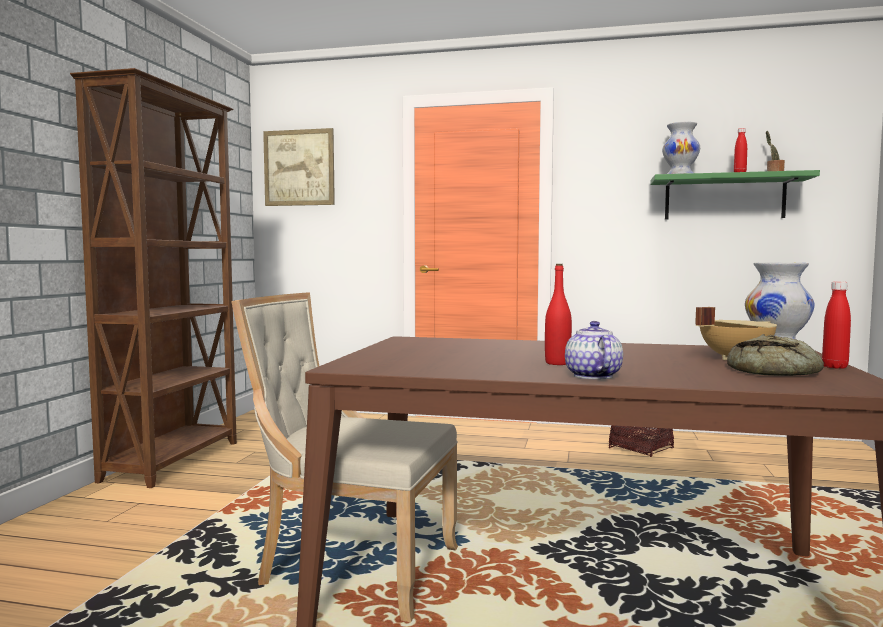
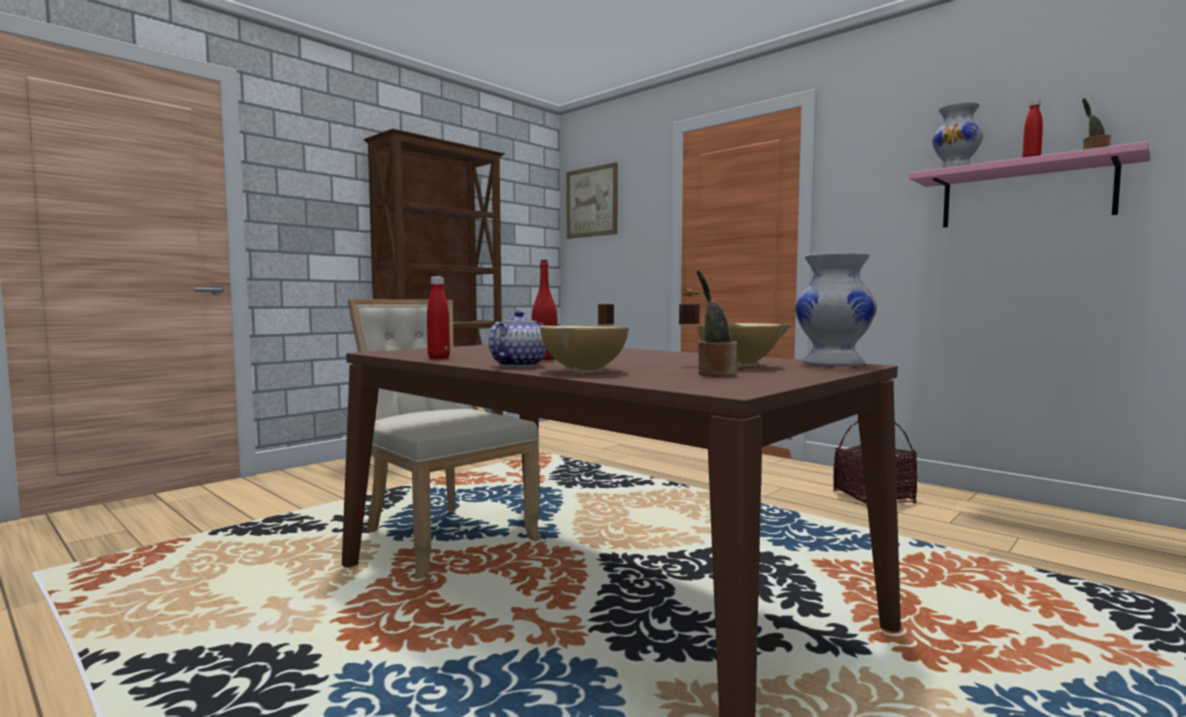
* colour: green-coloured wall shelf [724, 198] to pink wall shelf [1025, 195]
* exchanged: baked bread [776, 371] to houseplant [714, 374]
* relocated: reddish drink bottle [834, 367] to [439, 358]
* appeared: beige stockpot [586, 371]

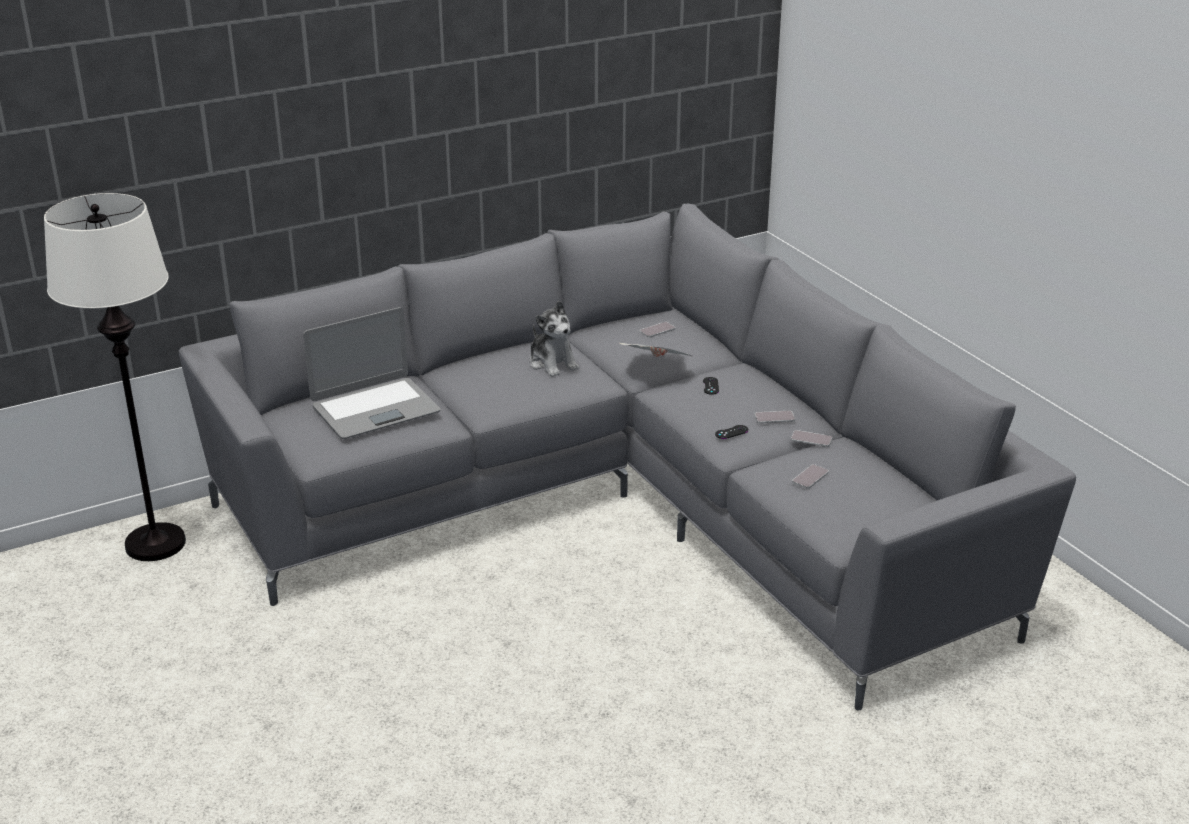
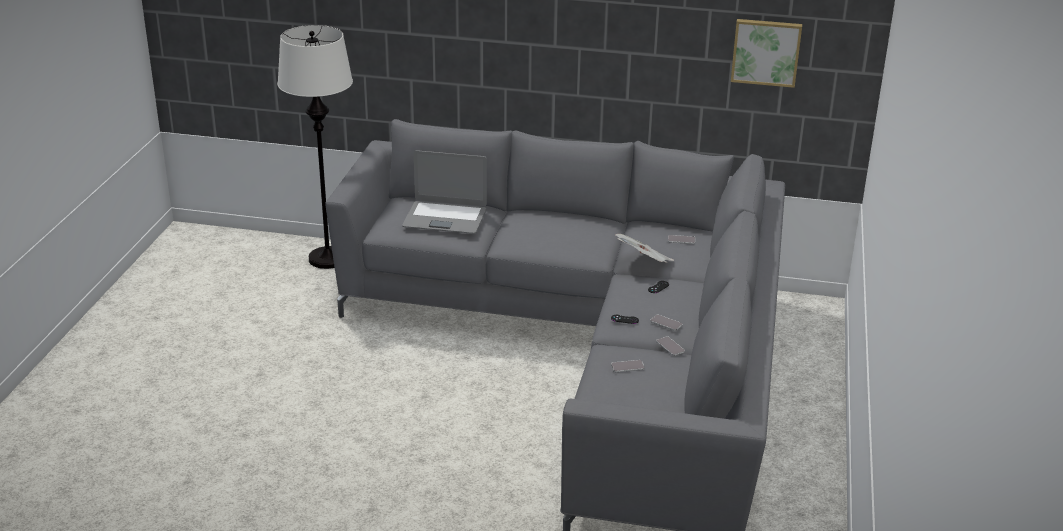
* missing: cuddly toy [552, 363]
* appeared: wall picture [766, 52]

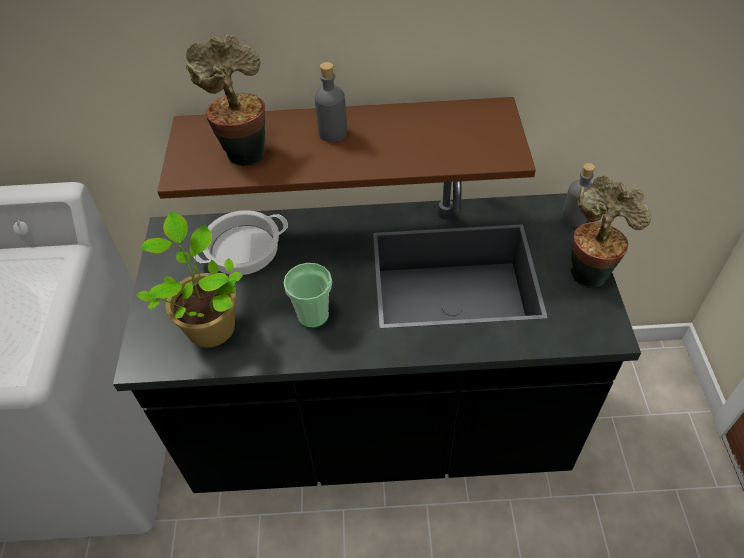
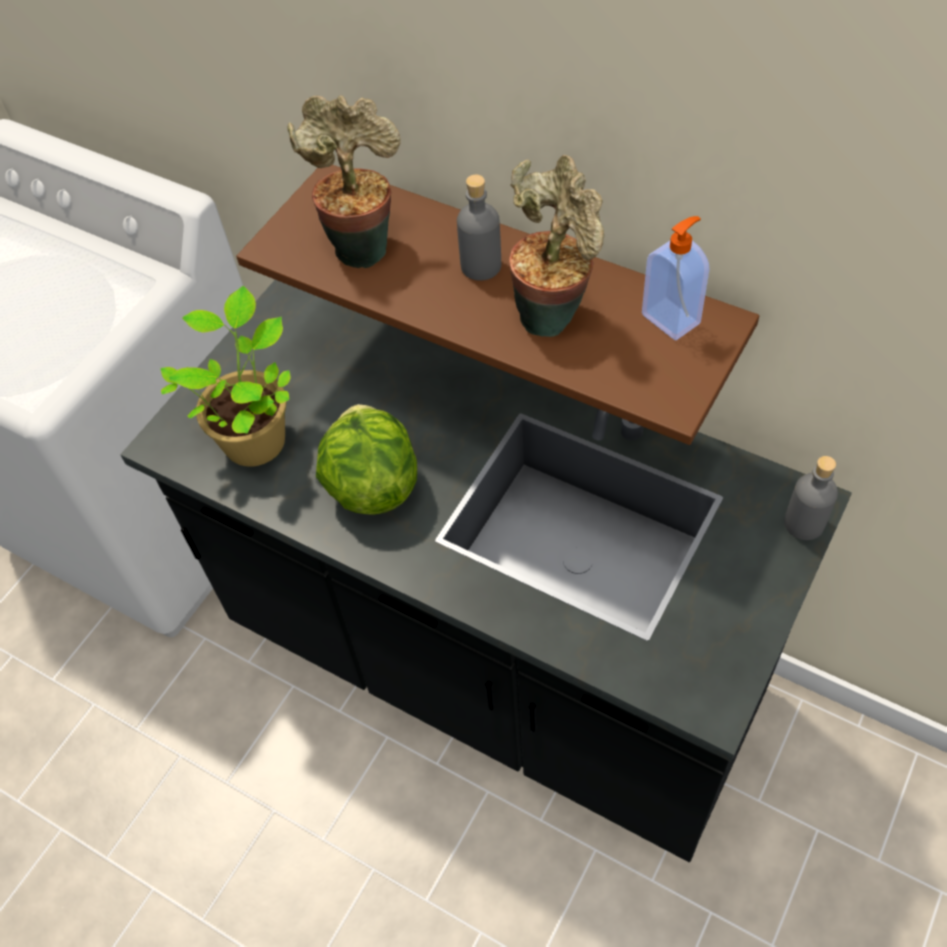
* missing: stockpot [242, 249]
* exchanged: cup [313, 316] to lettuce head [372, 485]
* relocated: houseplant [590, 271] to [553, 313]
* appeared: liquid soap bottle [672, 318]

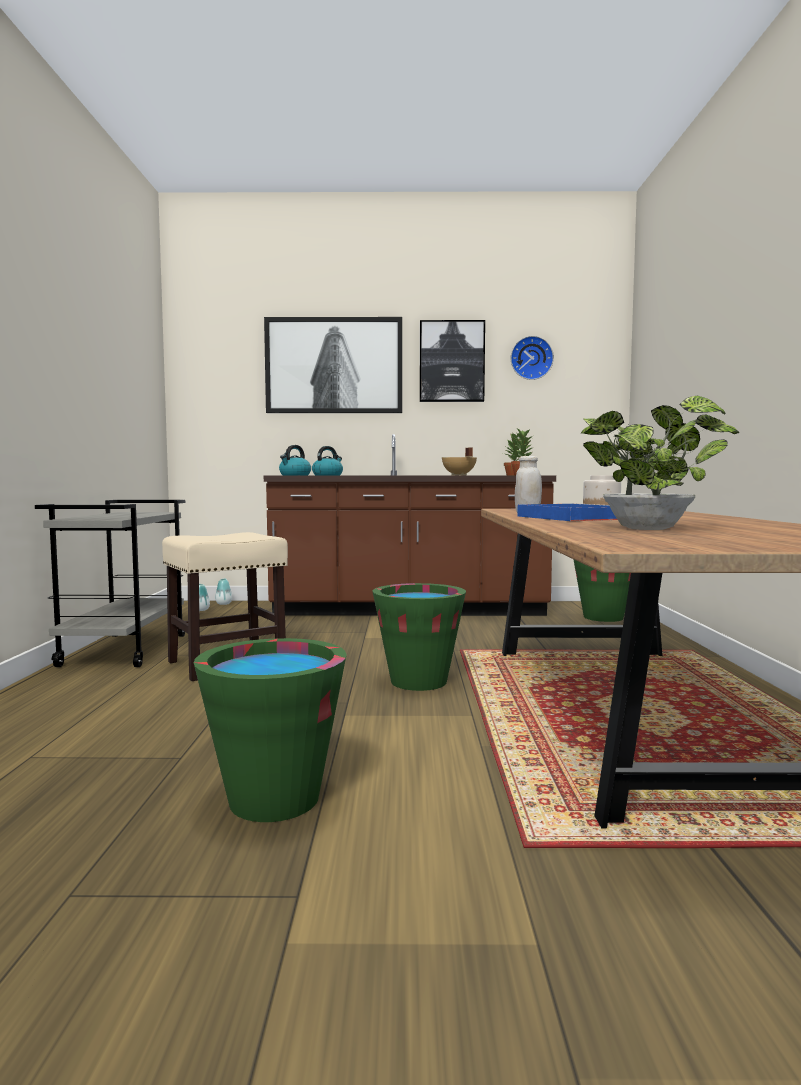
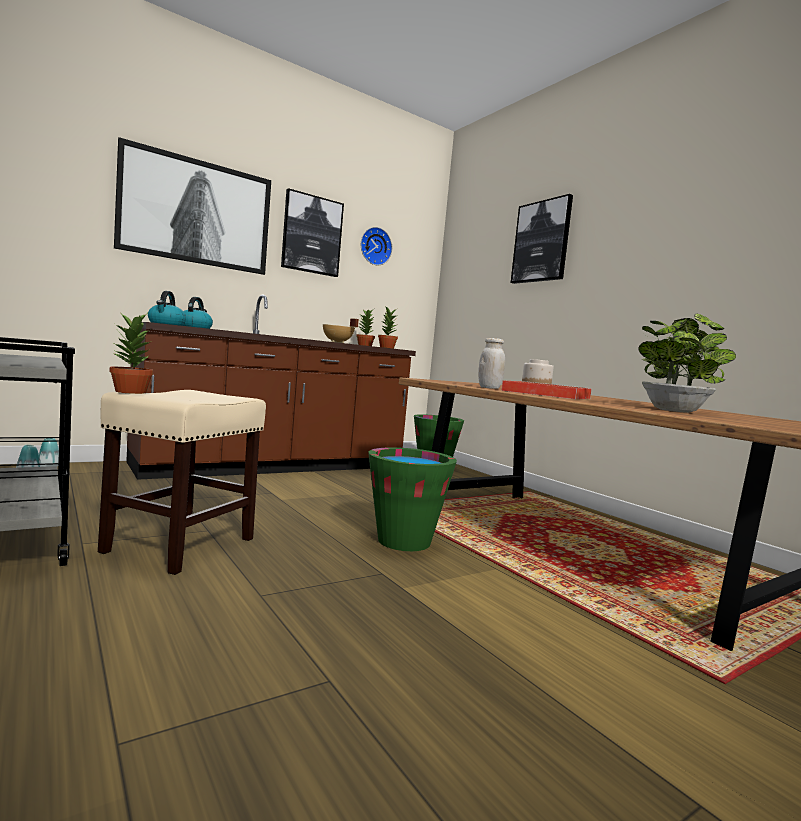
* missing: green-coloured water bucket [274, 799]
* colour: bluish serving tray [570, 517] to reddish serving tray [544, 394]
* appeared: houseplant [131, 392]
* appeared: wall picture [541, 241]

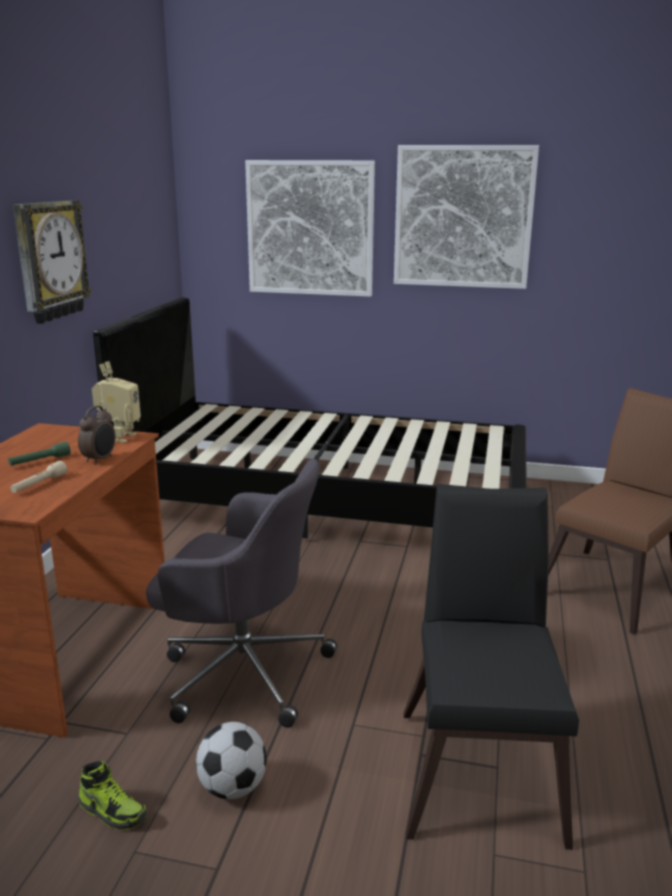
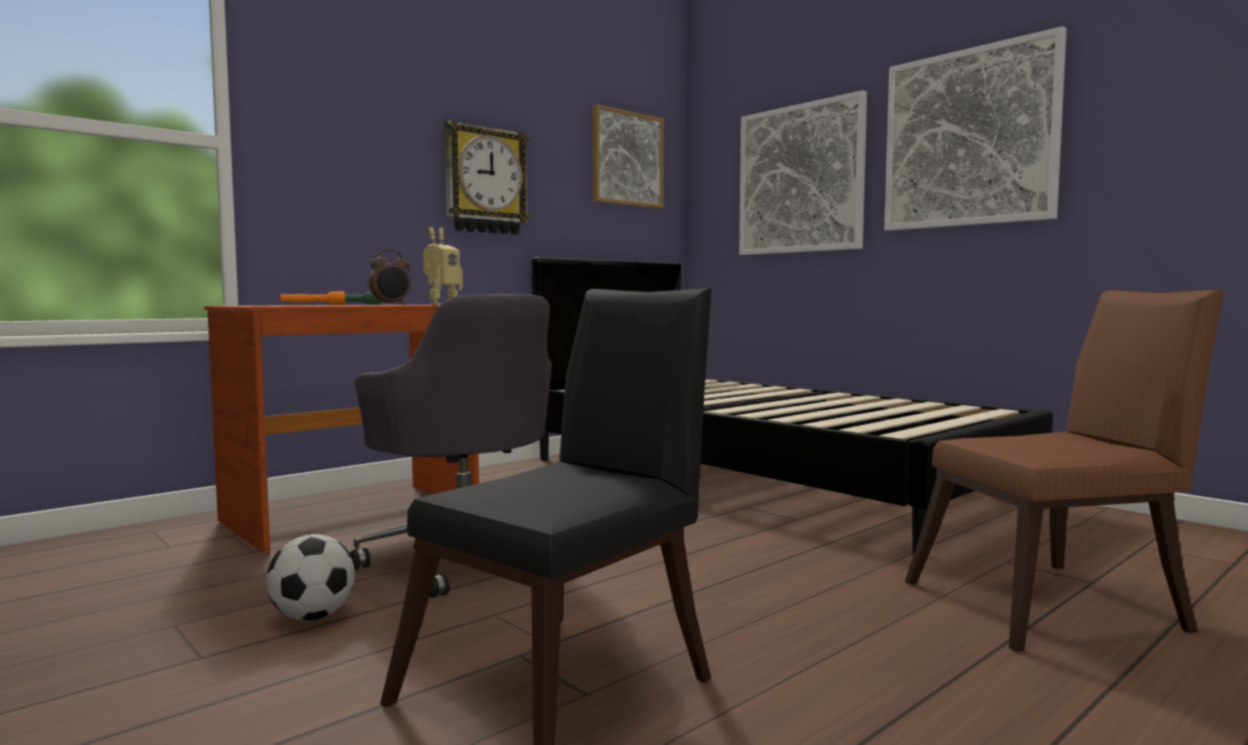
* colour: beige hand torch [39, 484] to orange hand torch [313, 305]
* missing: item of footwear [113, 811]
* appeared: wall picture [627, 159]

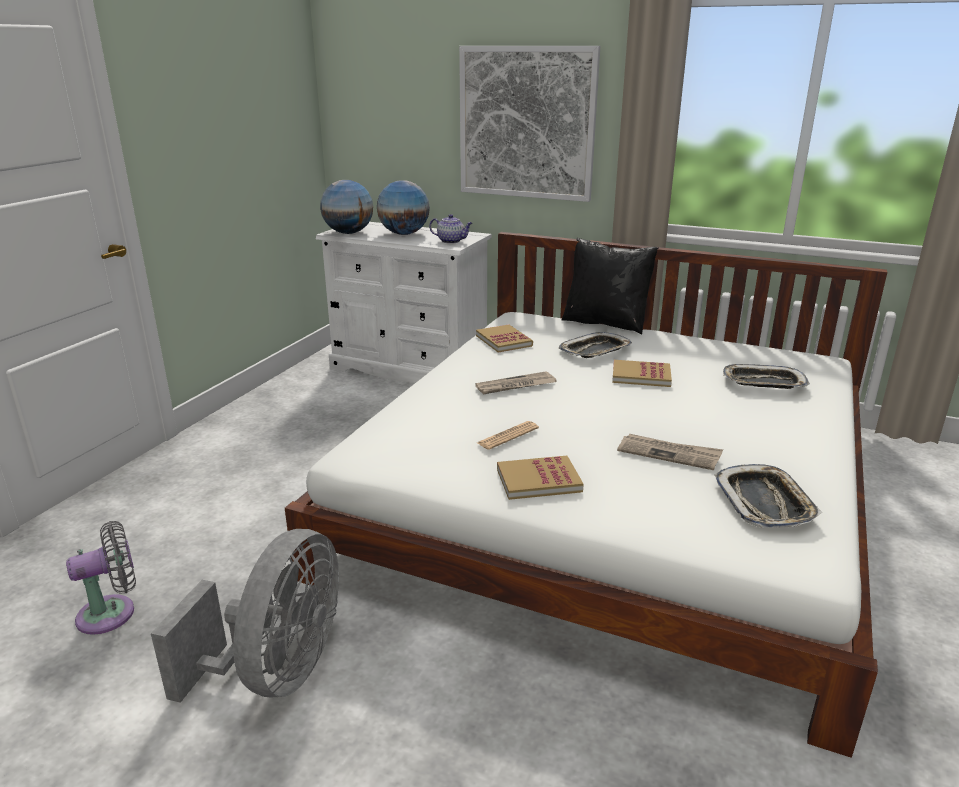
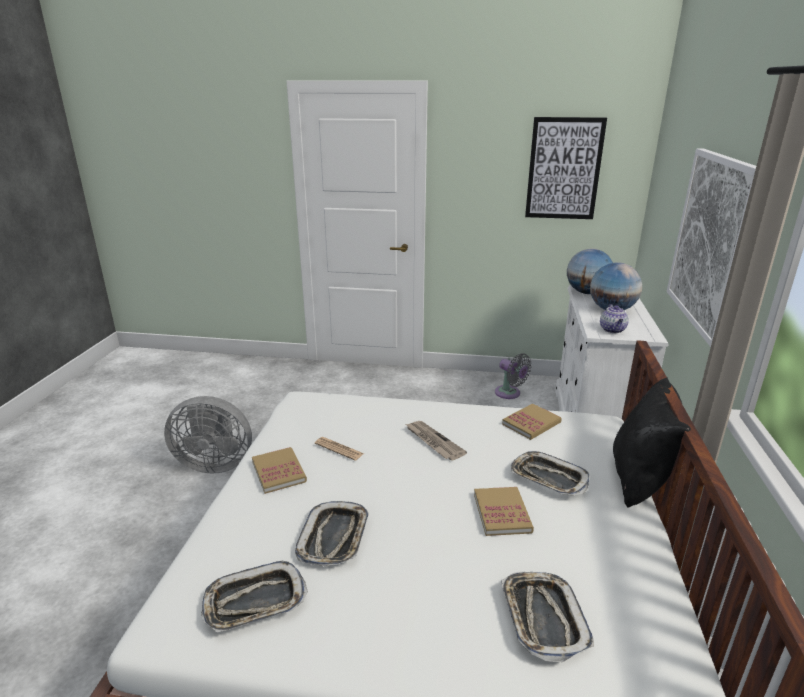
* relocated: grey cooling fan [112, 613] to [509, 394]
* exchanged: printed paper [669, 454] to serving tray [334, 538]
* appeared: wall picture [564, 169]

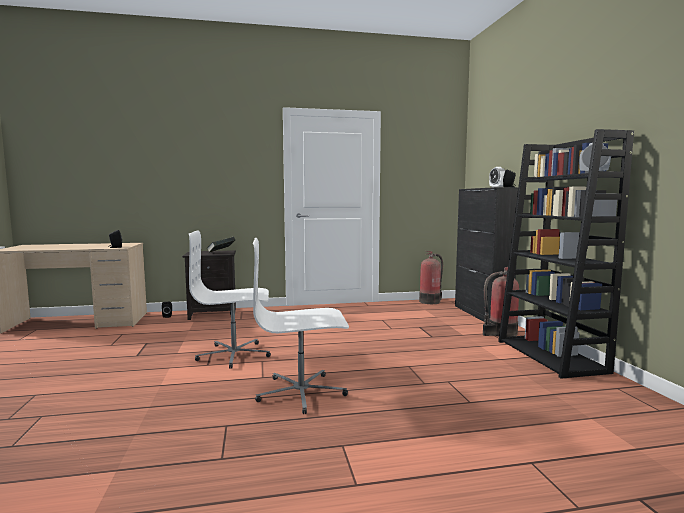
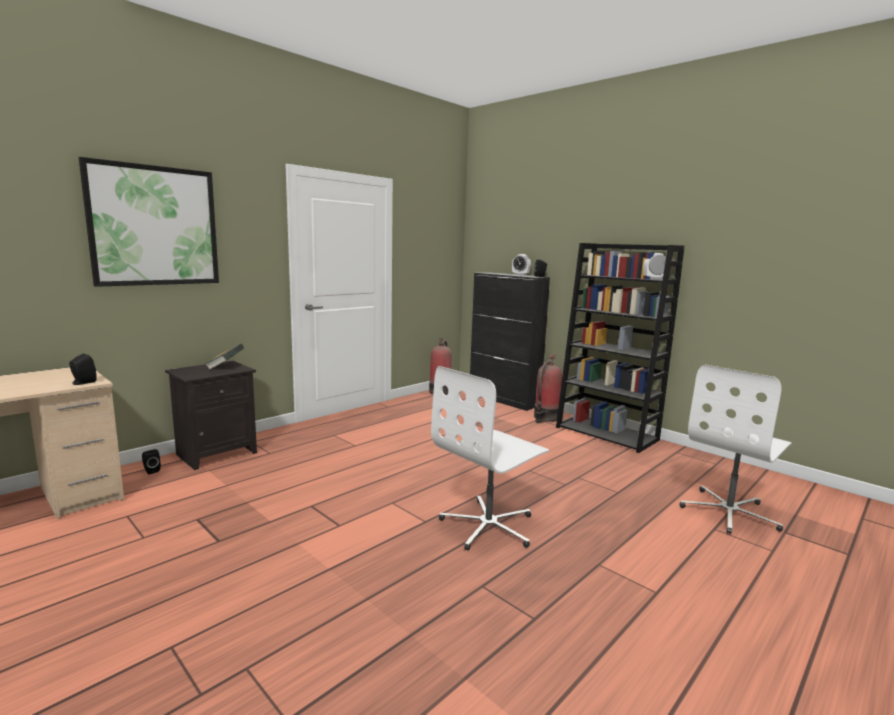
* relocated: whitish desk chair [234, 355] to [729, 512]
* appeared: wall picture [154, 226]

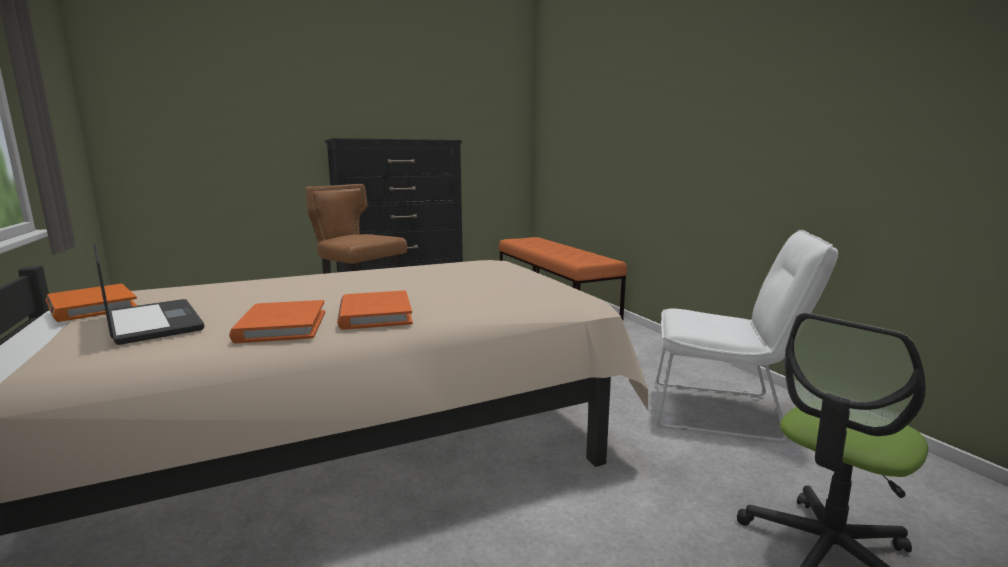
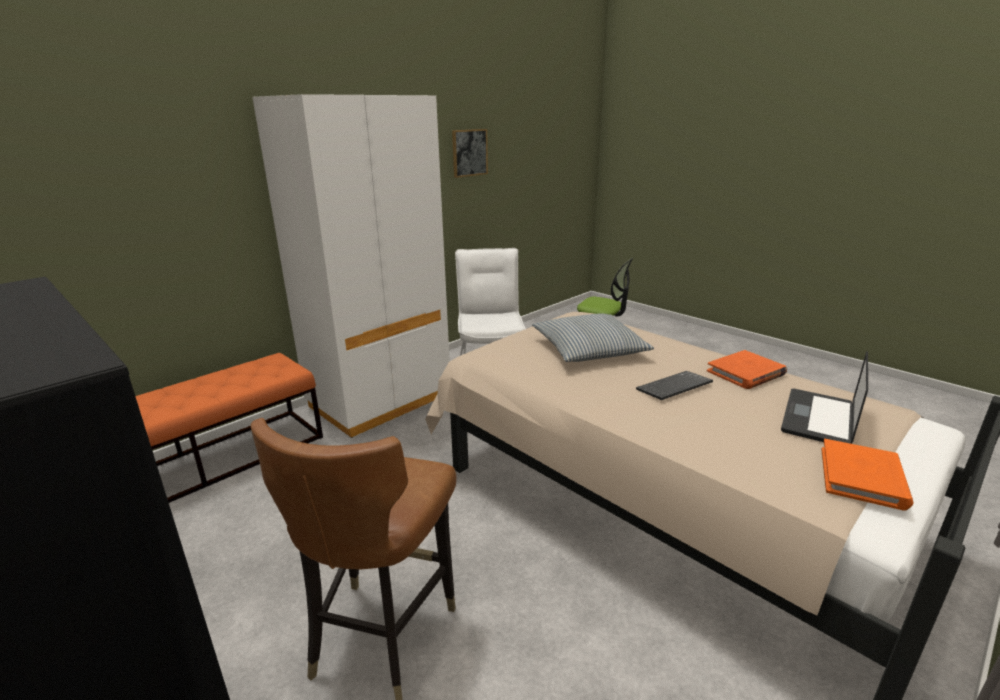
* missing: orange book [375, 314]
* appeared: whitish armoire [380, 401]
* appeared: wall picture [469, 152]
* appeared: throw pillow [589, 349]
* appeared: keyboard [674, 388]

